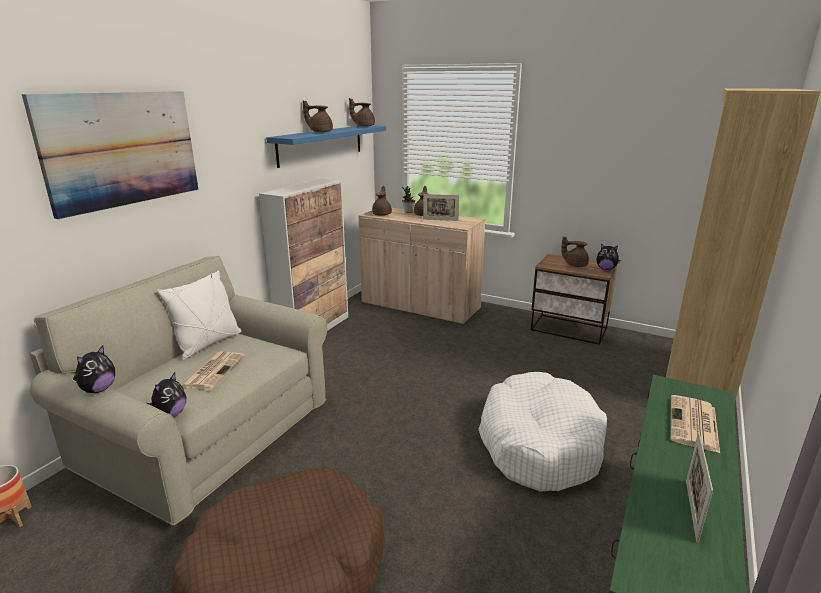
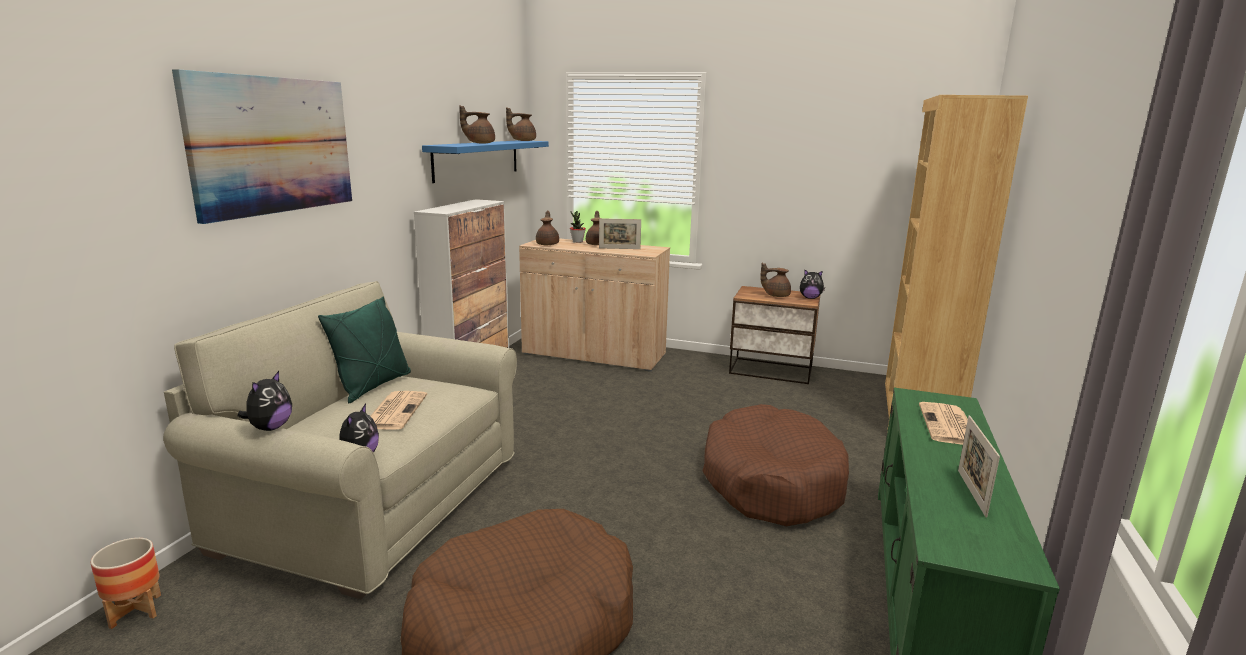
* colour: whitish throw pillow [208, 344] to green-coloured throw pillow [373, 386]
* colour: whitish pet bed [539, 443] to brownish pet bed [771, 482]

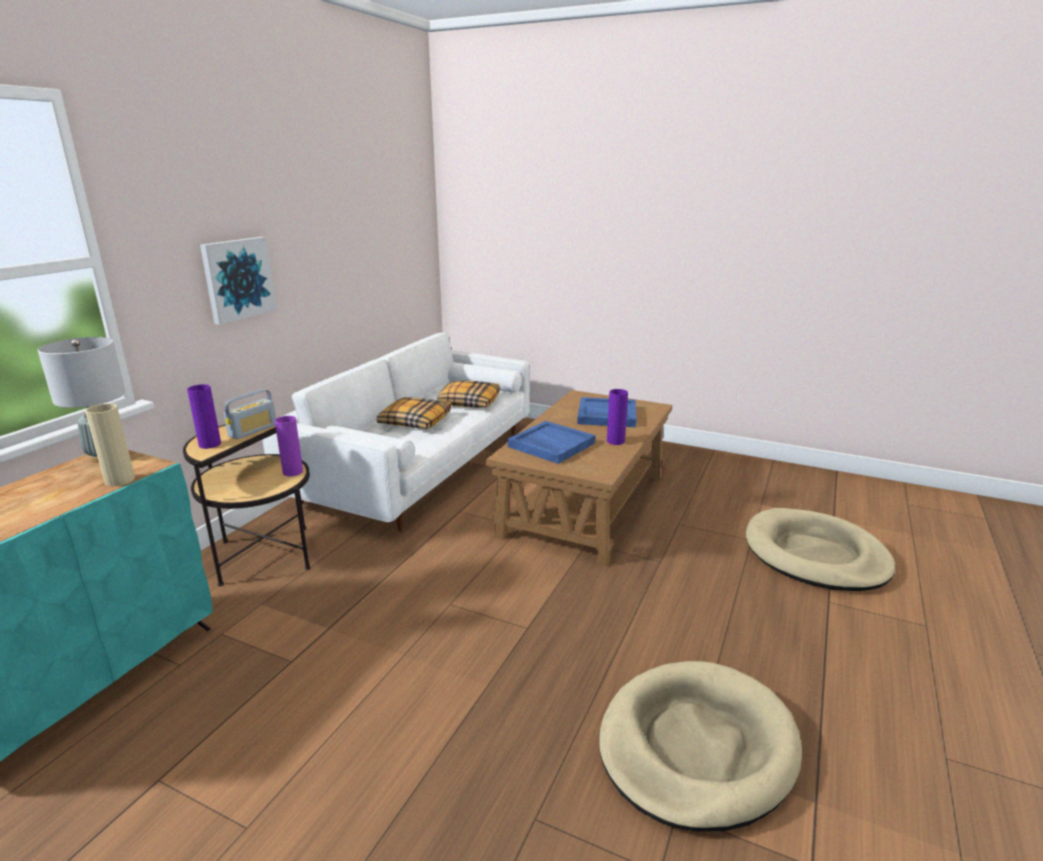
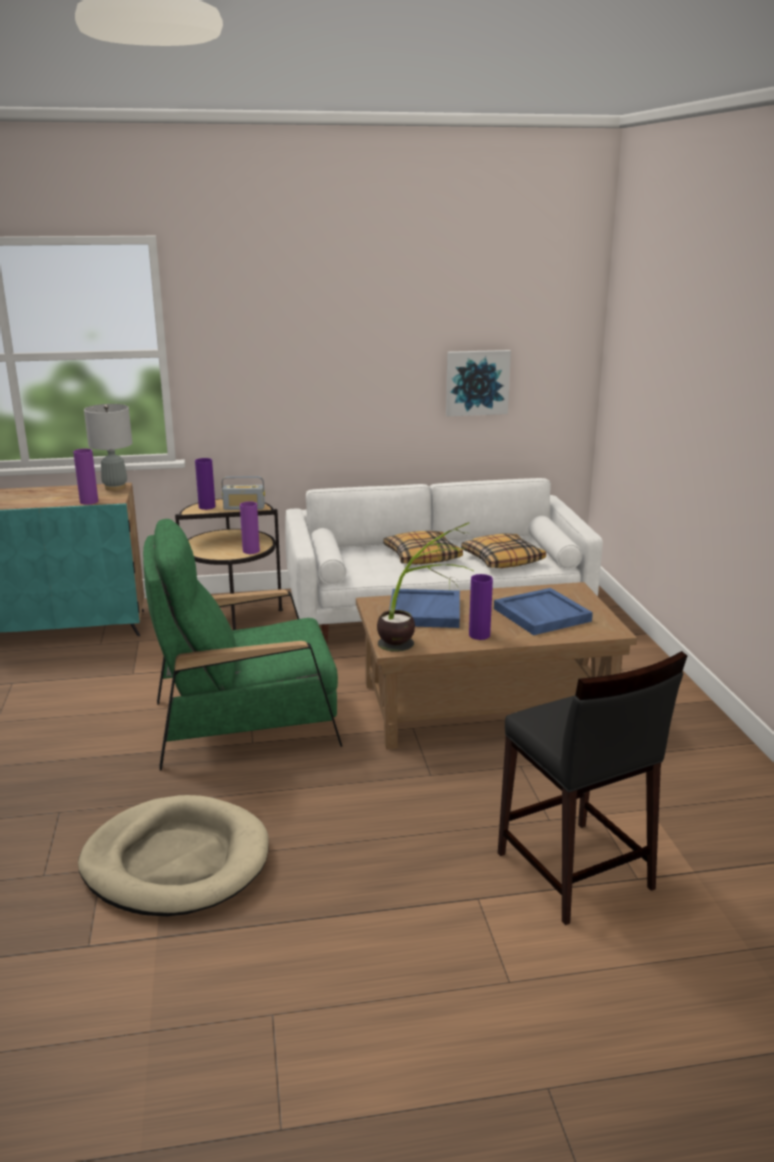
* colour: beige decorative vase [120, 480] to purple-coloured decorative vase [89, 501]
* relocated: wall picture [238, 279] to [477, 382]
* exchanged: beige pet bed [815, 555] to black sitting stool [574, 872]
* appeared: green-coloured easy chair [246, 722]
* appeared: houseplant [418, 643]

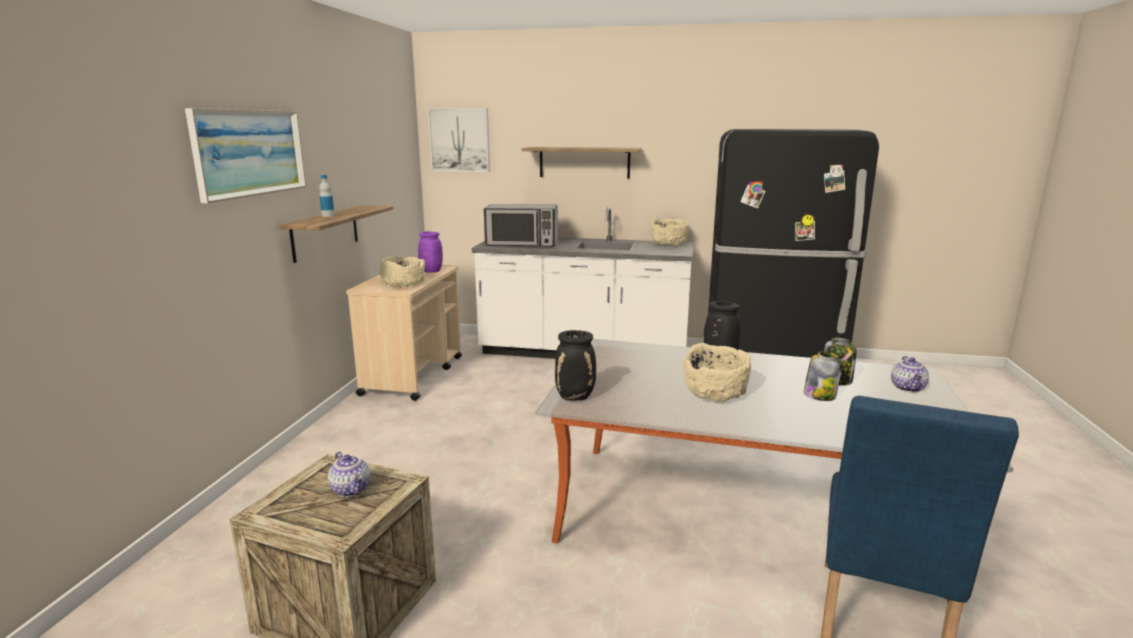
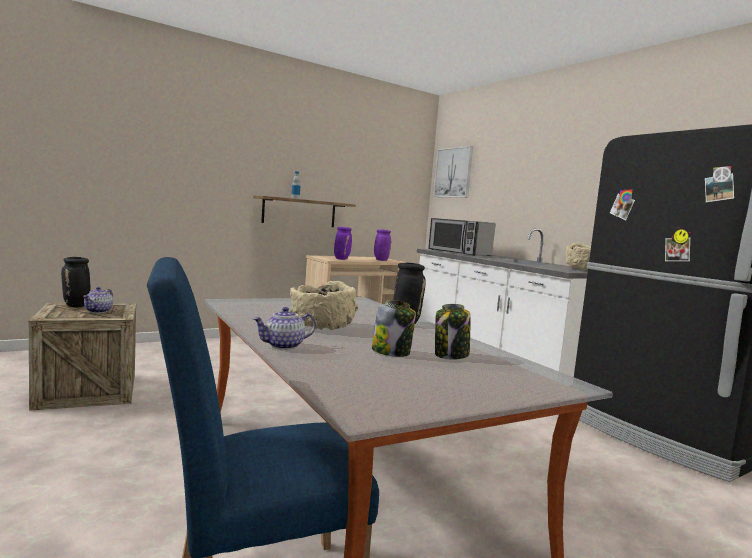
* missing: wall picture [250, 152]
* exchanged: beige deep dish [403, 285] to purple-coloured decorative vase [341, 259]
* missing: wall shelf [584, 162]
* relocated: black decorative vase [576, 397] to [76, 306]
* relocated: pot for tea [908, 388] to [283, 346]

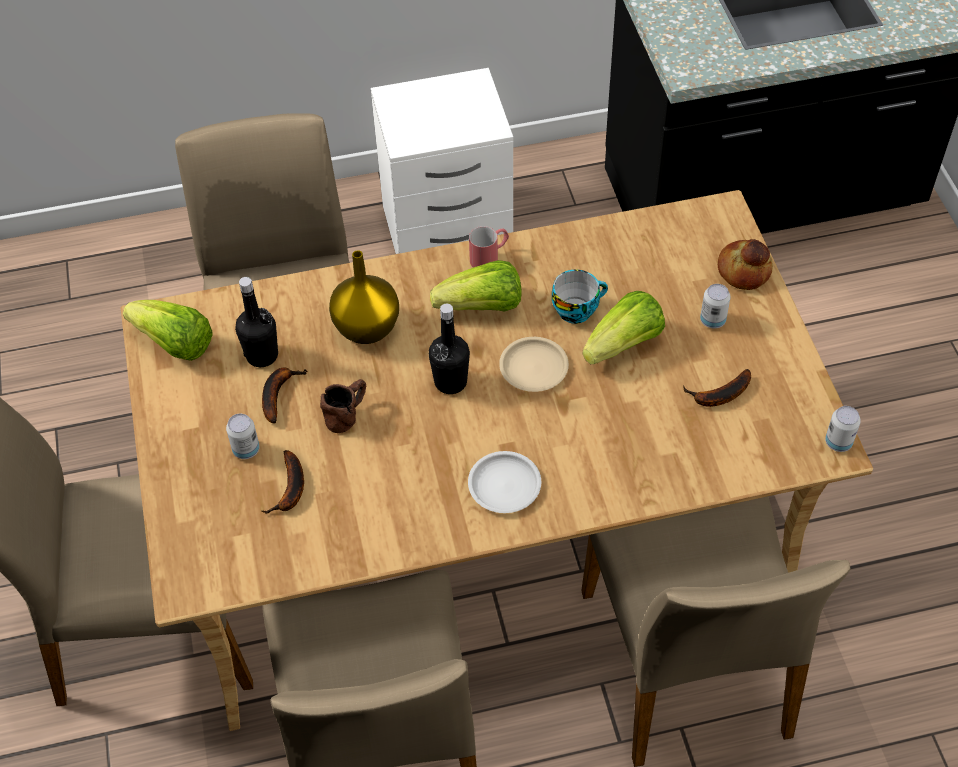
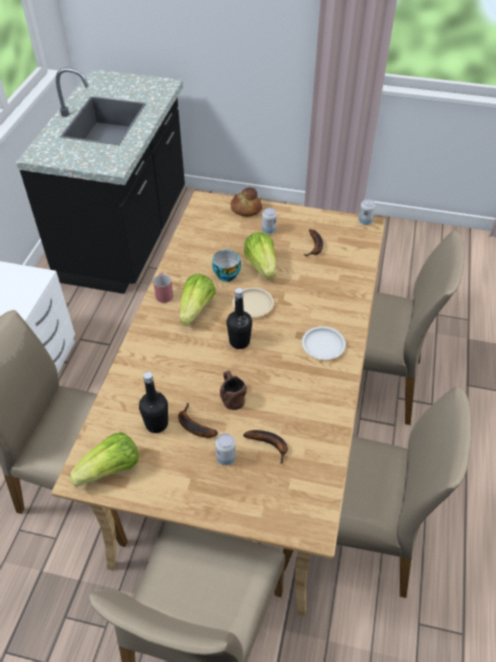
* missing: yellow decorative vase [366, 327]

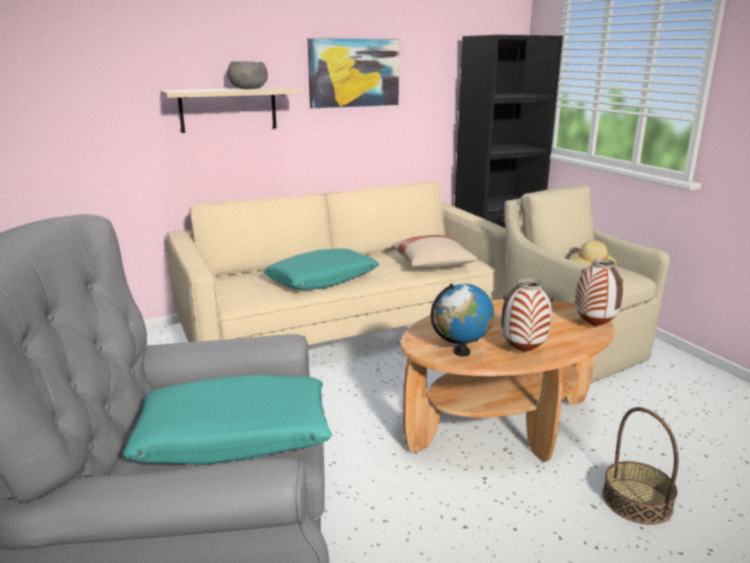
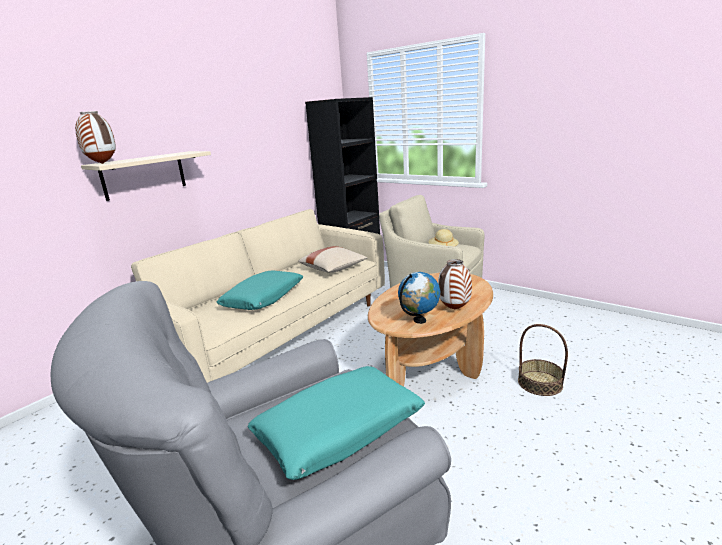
* missing: grey deep dish [249, 88]
* missing: wall picture [354, 73]
* relocated: decorative vase [593, 325] to [102, 163]

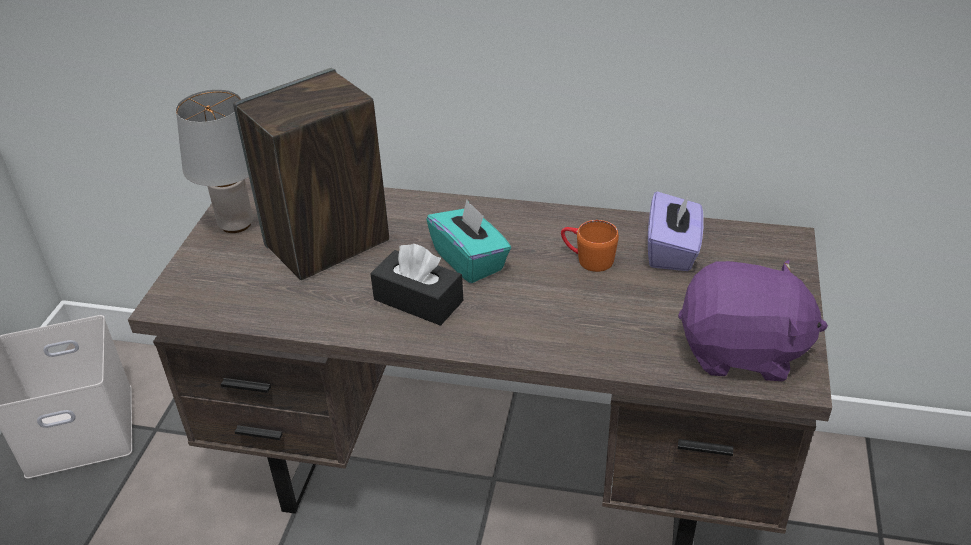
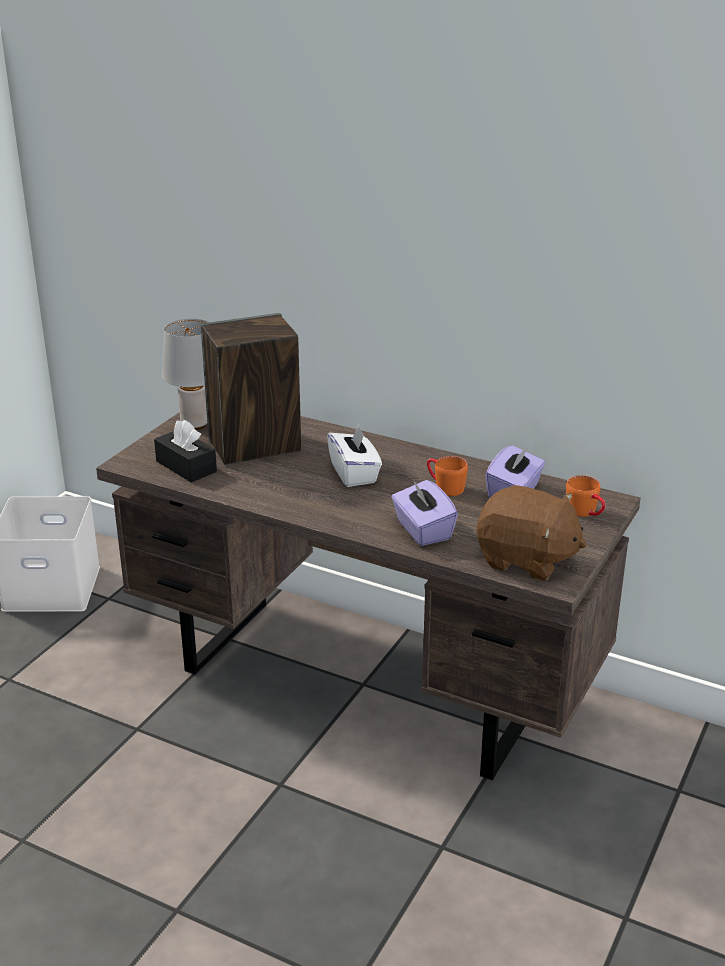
* relocated: black tissue holder [418, 300] to [186, 466]
* colour: turquoise tissue holder [470, 261] to whitish tissue holder [354, 474]
* colour: purple-coloured cuddly toy [742, 351] to brownish cuddly toy [526, 560]
* appeared: purple-coloured tissue holder [422, 530]
* appeared: orange tea mug [586, 512]

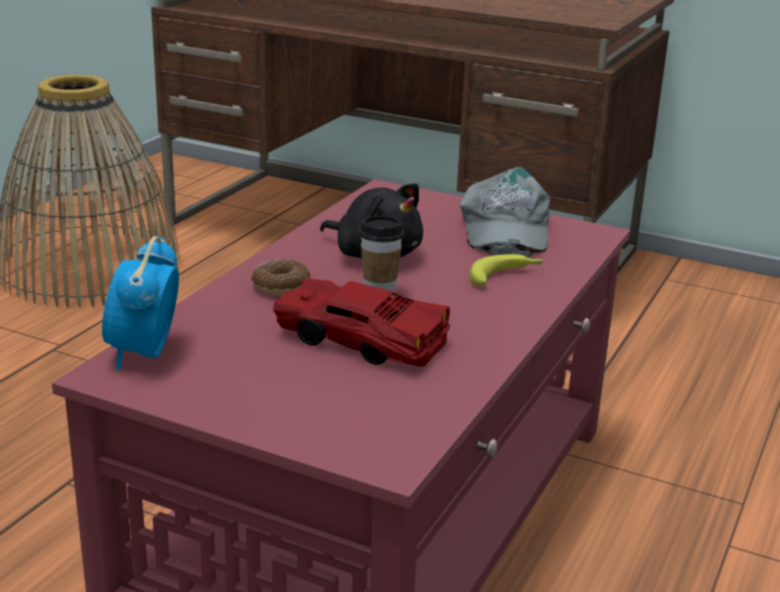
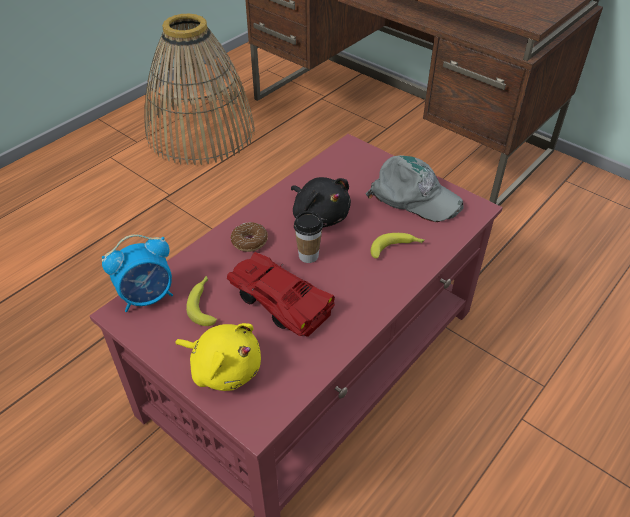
* spun: alarm clock [144, 354] = [148, 297] 135 degrees counterclockwise
* spun: grey cap [503, 229] = [414, 197] 75 degrees counterclockwise
* appeared: yellow cuddly toy [224, 368]
* appeared: banana fruit [204, 303]

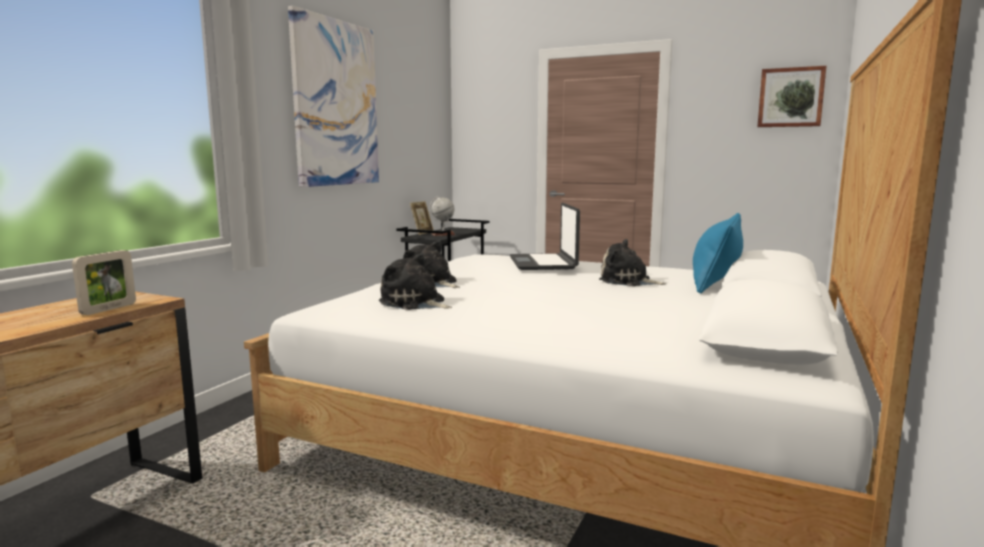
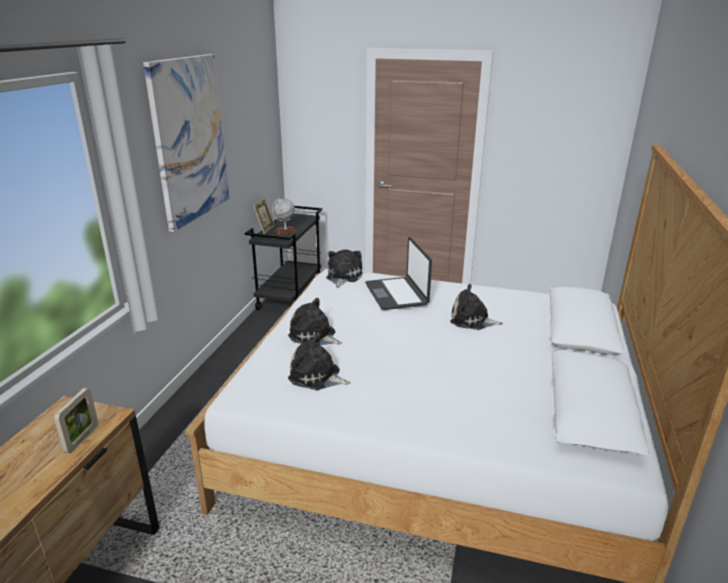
* missing: bluish throw pillow [715, 281]
* missing: wall picture [790, 97]
* appeared: cuddly toy [343, 277]

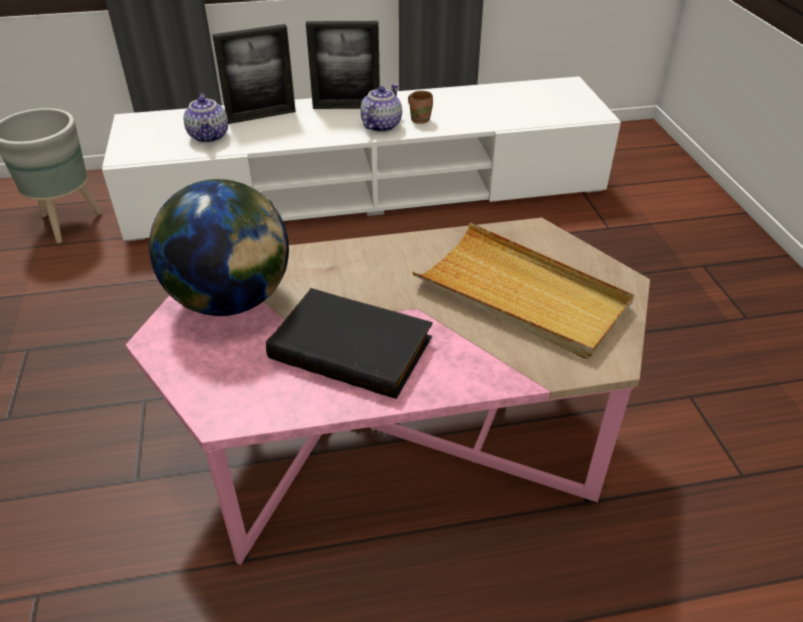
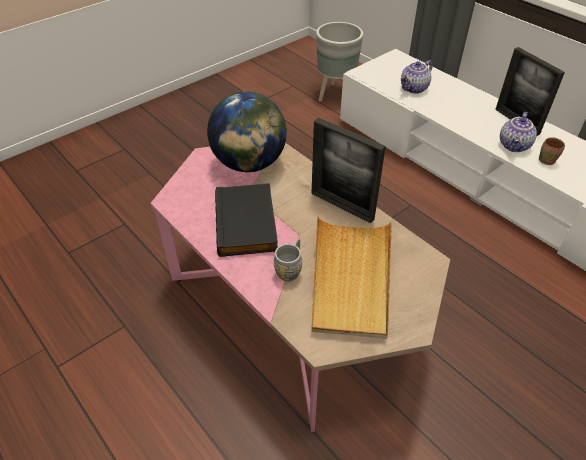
* relocated: picture frame [261, 116] to [342, 206]
* spun: pot for tea [380, 125] = [514, 146] 120 degrees clockwise
* appeared: grey tea mug [290, 268]

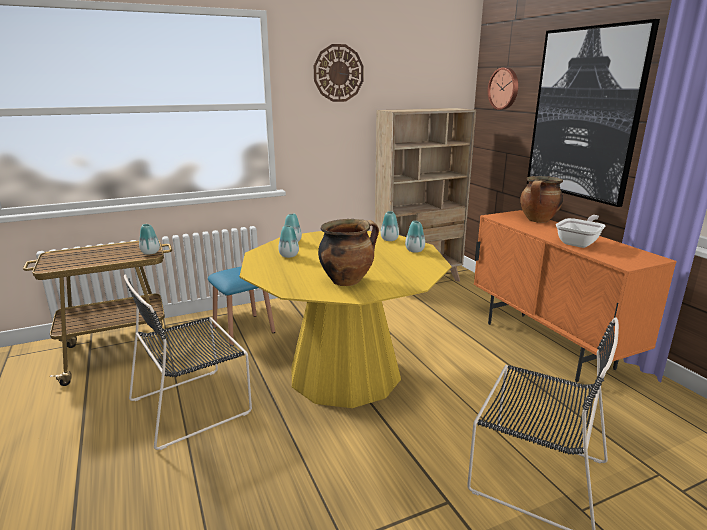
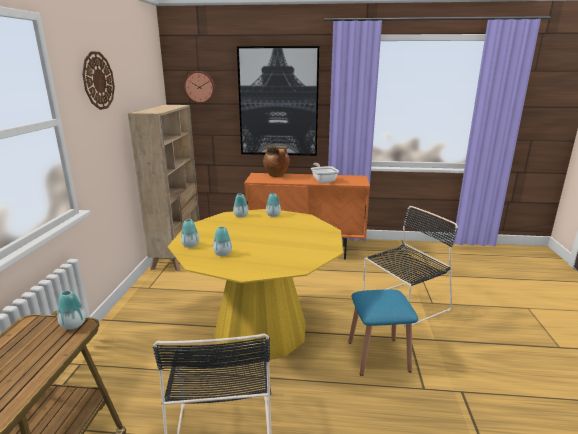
* relocated: bluish sitting stool [243, 330] to [378, 356]
* missing: stockpot [347, 280]

